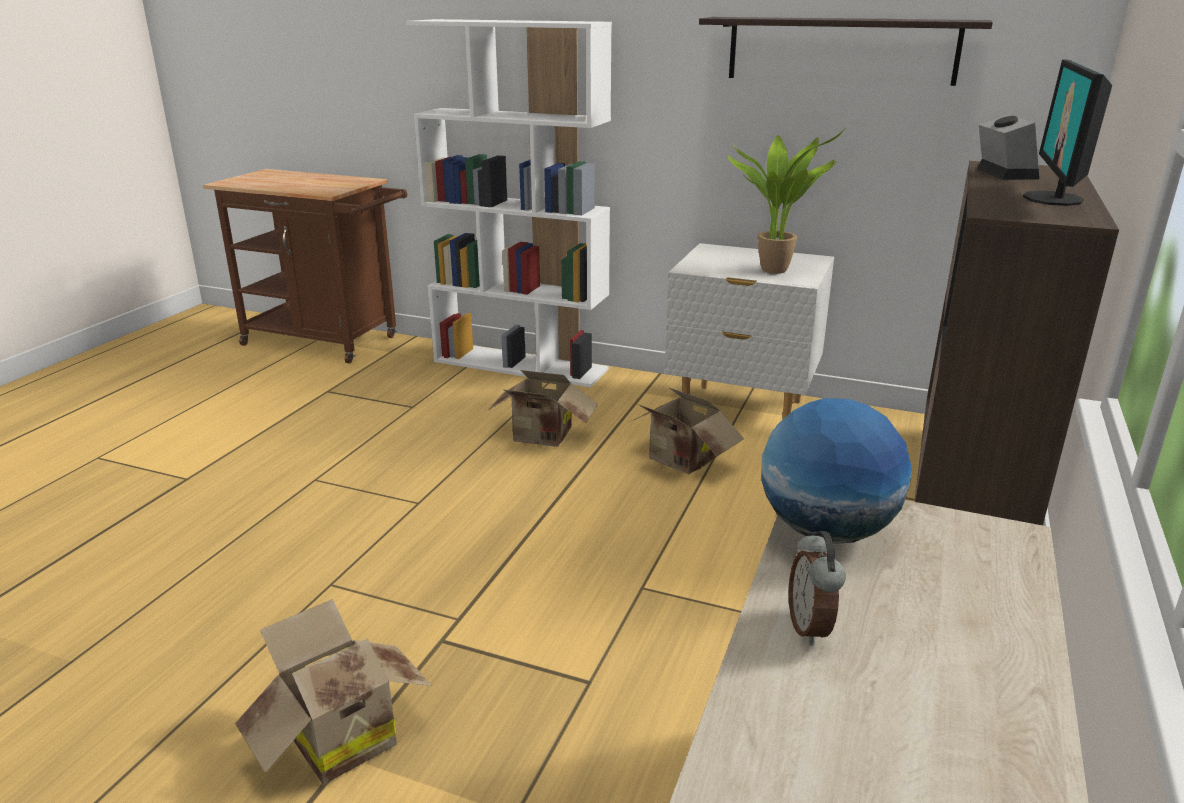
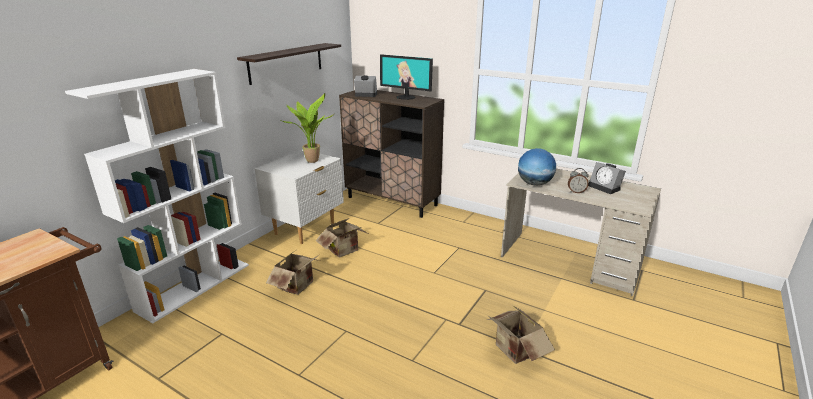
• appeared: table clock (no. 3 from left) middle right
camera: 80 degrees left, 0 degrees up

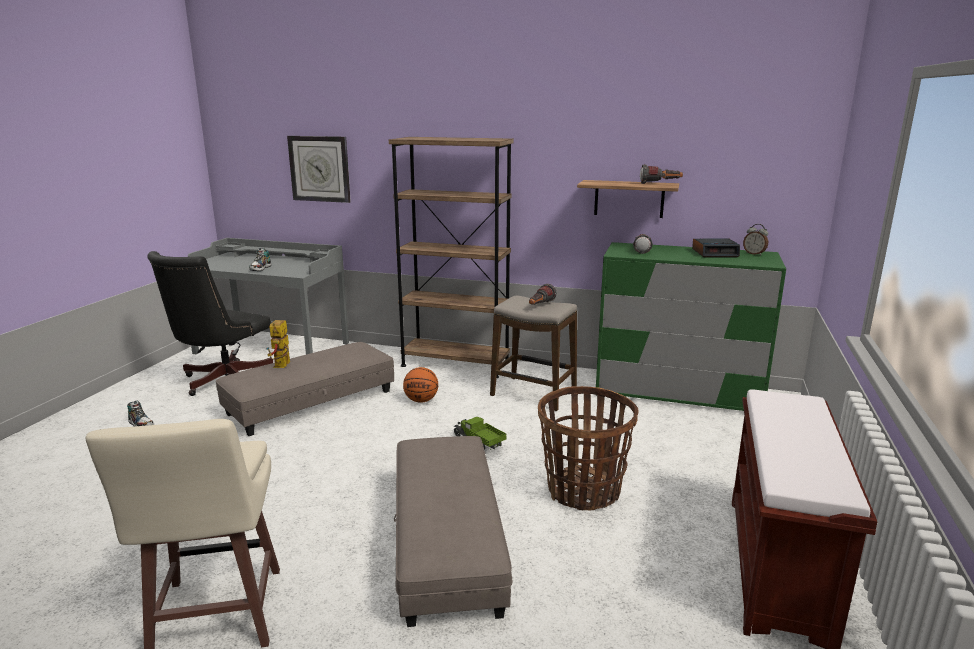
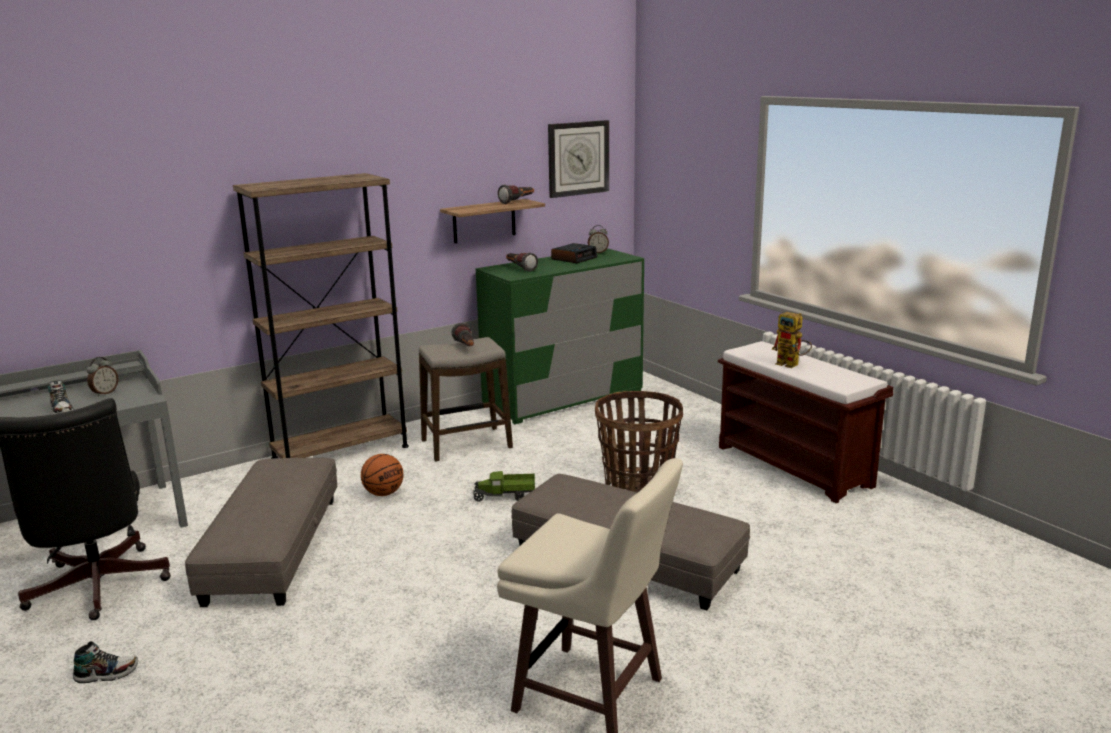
• relocated: clock on the wall top left to top centre
• relocated: model robot middle left to middle right
• appeared: table clock (no. 1 from left) middle left
camera: 50 degrees left, 0 degrees up

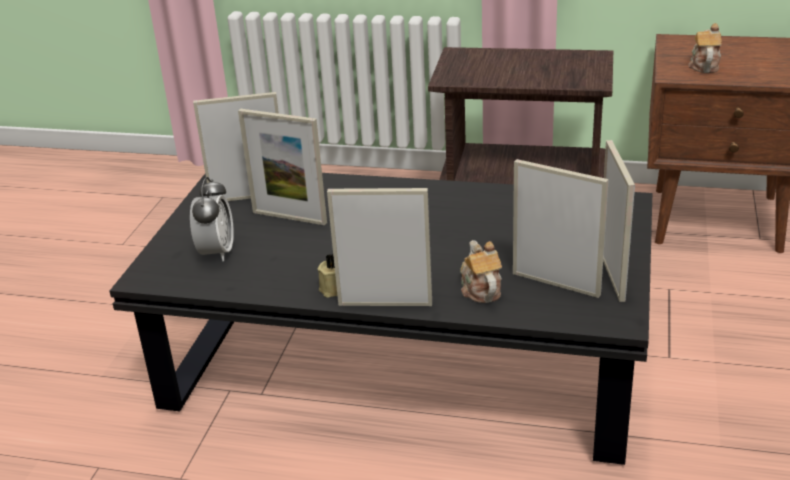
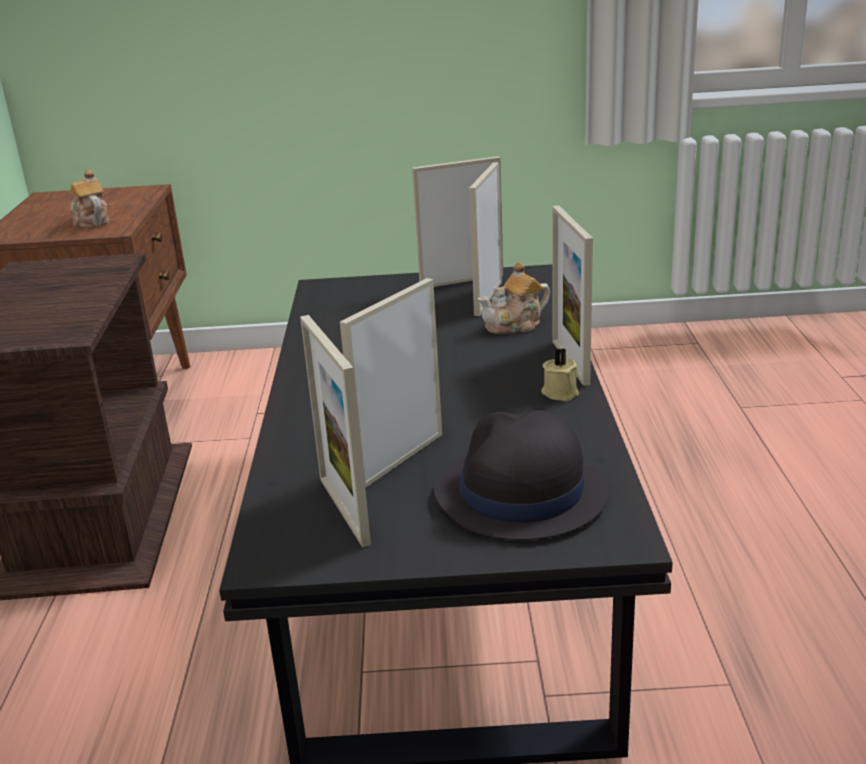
• spun: tea pot (no. 2 from left in the first image) top right = top left 60 degrees clockwise
• spun: standing frame (no. 2 from left) centre = centre 150 degrees counterclockwise
• exchanged: table clock middle left to black-coloured wearable hat centre
camera: 105 degrees left, 5 degrees down

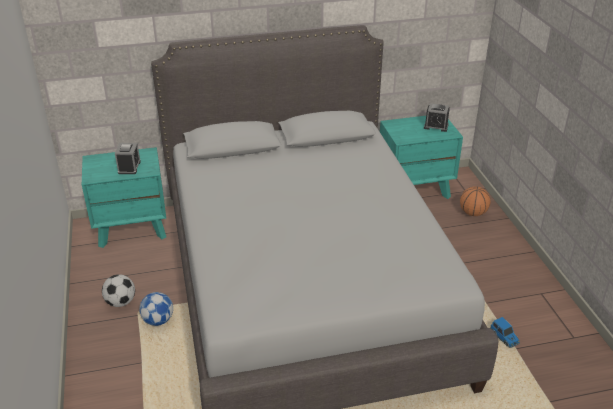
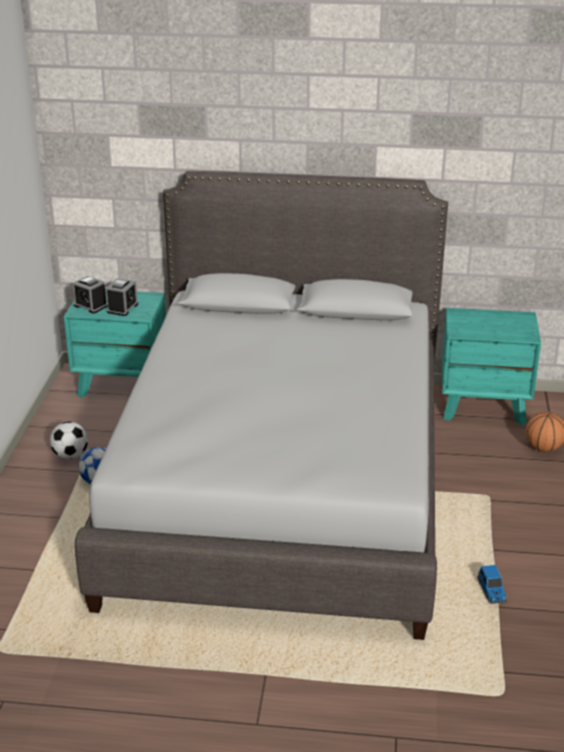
• relocated: table clock (no. 2 from left in the first image) top right to table clock (no. 1 from left) middle left
camera: 20 degrees right, 5 degrees down

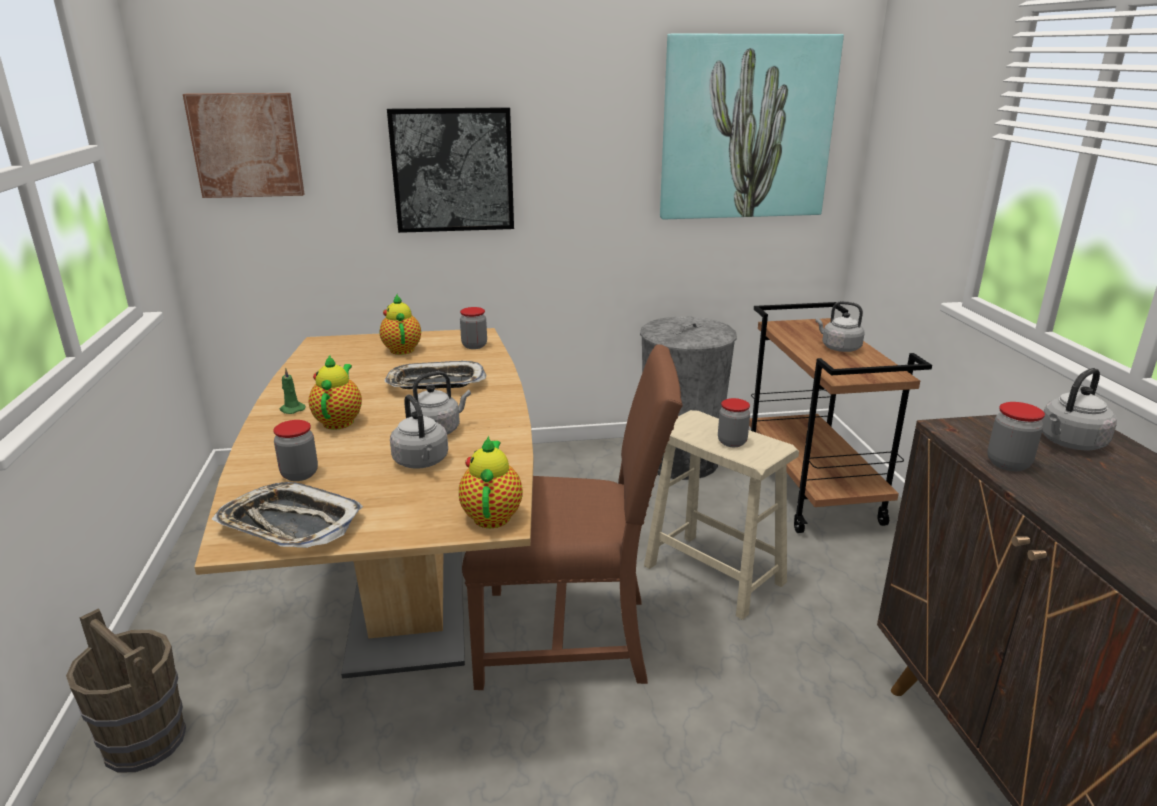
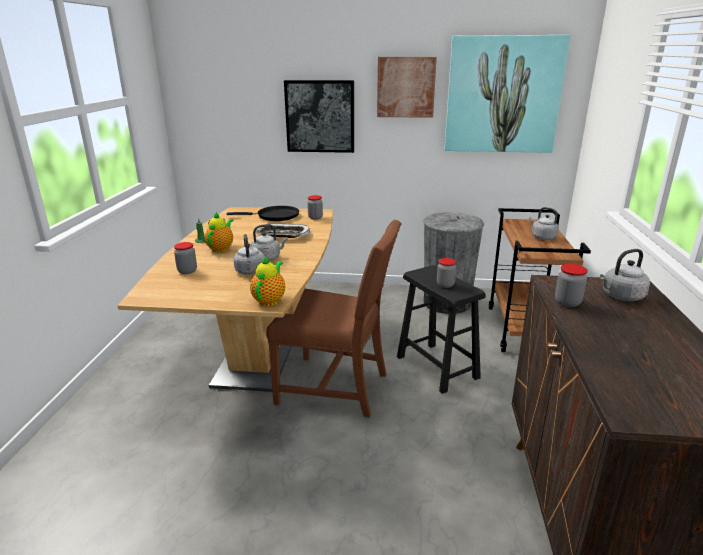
• relocated: wall picture (no. 1 from left in the first image) top left to wall picture (no. 2 from left) top centre
• exchanged: tea pot (no. 2 from left) centre to black-coloured pan centre
• colour: sand-coloured stool centre to black-coloured stool centre
• missing: tray (no. 1 from left) middle left
• missing: brown-coloured water bucket bottom left
camera: 15 degrees right, 0 degrees up

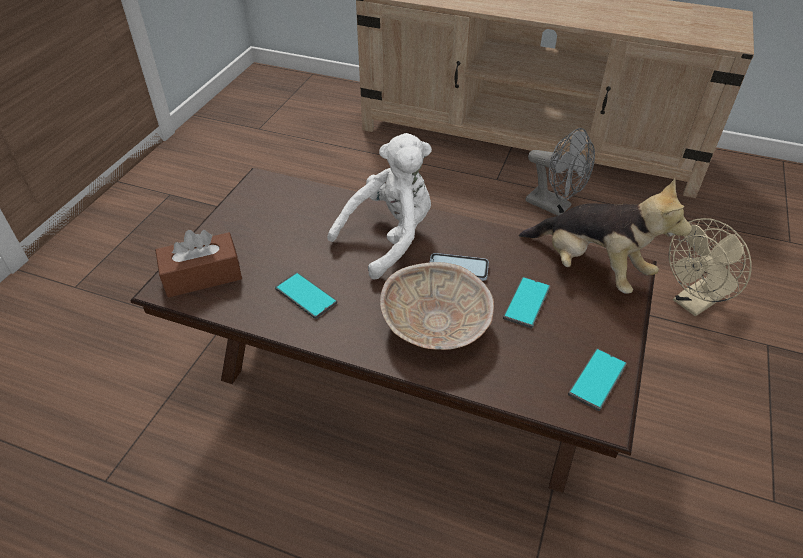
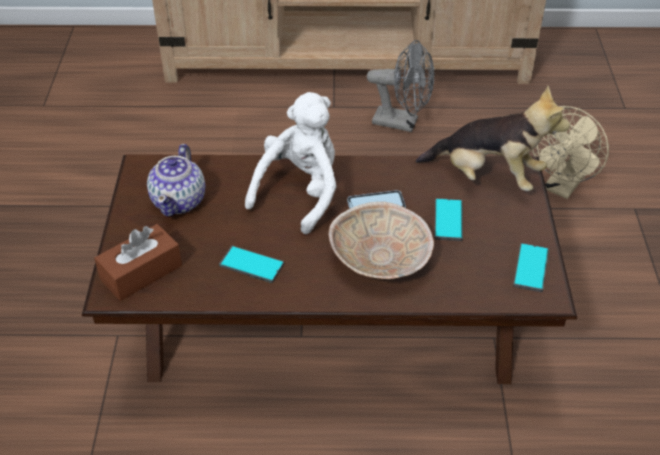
• appeared: tea pot middle left
camera: 20 degrees left, 0 degrees up

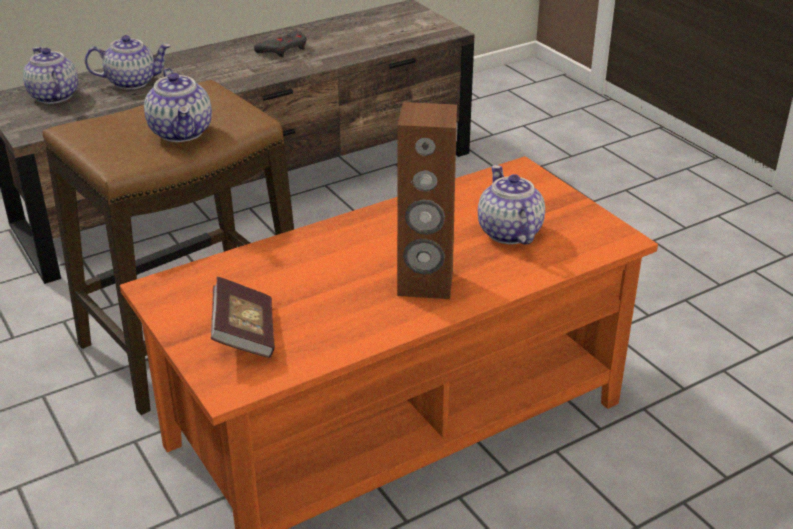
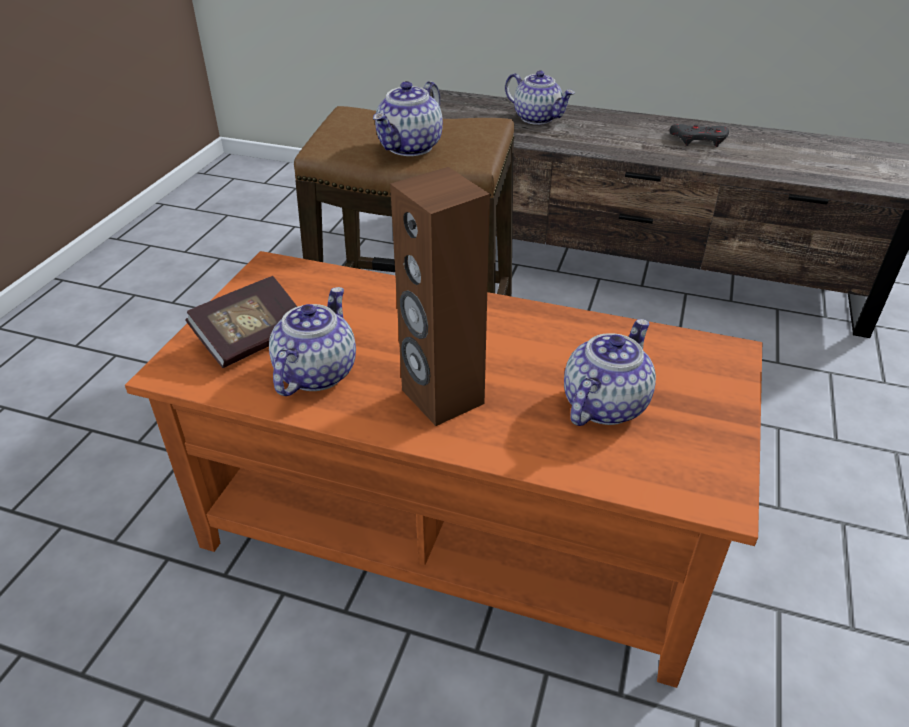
• relocated: tea pot (no. 1 from left) top left to centre
camera: 50 degrees right, 5 degrees up

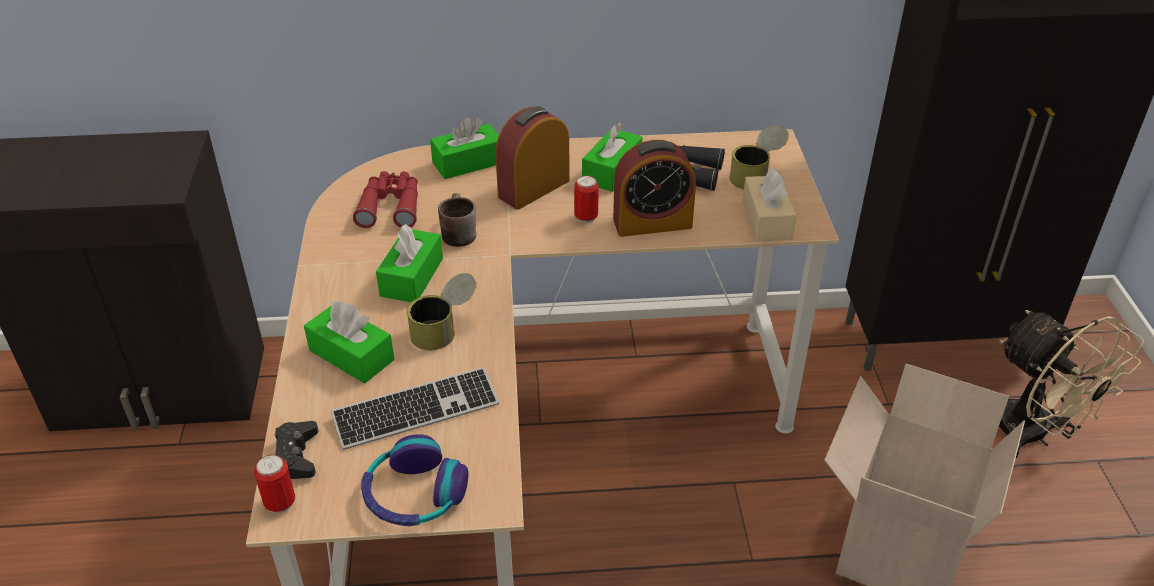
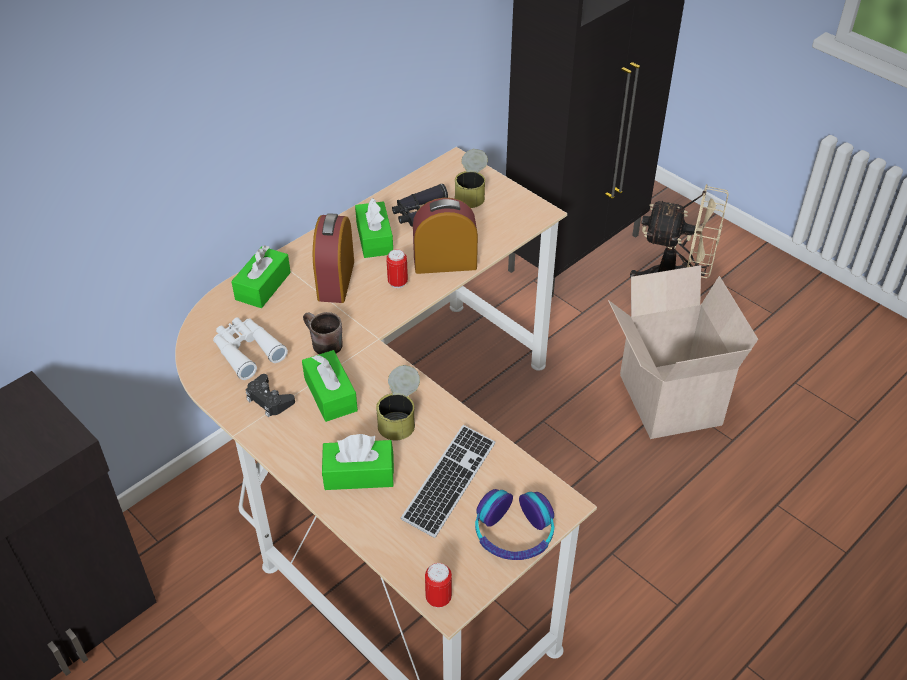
• spun: table clock (no. 2 from left) top centre = centre 135 degrees counterclockwise
• missing: sand-coloured box of tissues centre
• colour: reddish binoculars centre to white-coloured binoculars middle left
• relocated: black-coloured joypad bottom left to middle left
camera: 40 degrees left, 5 degrees up

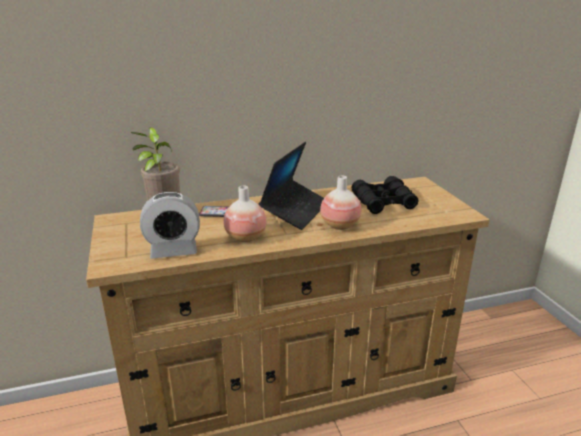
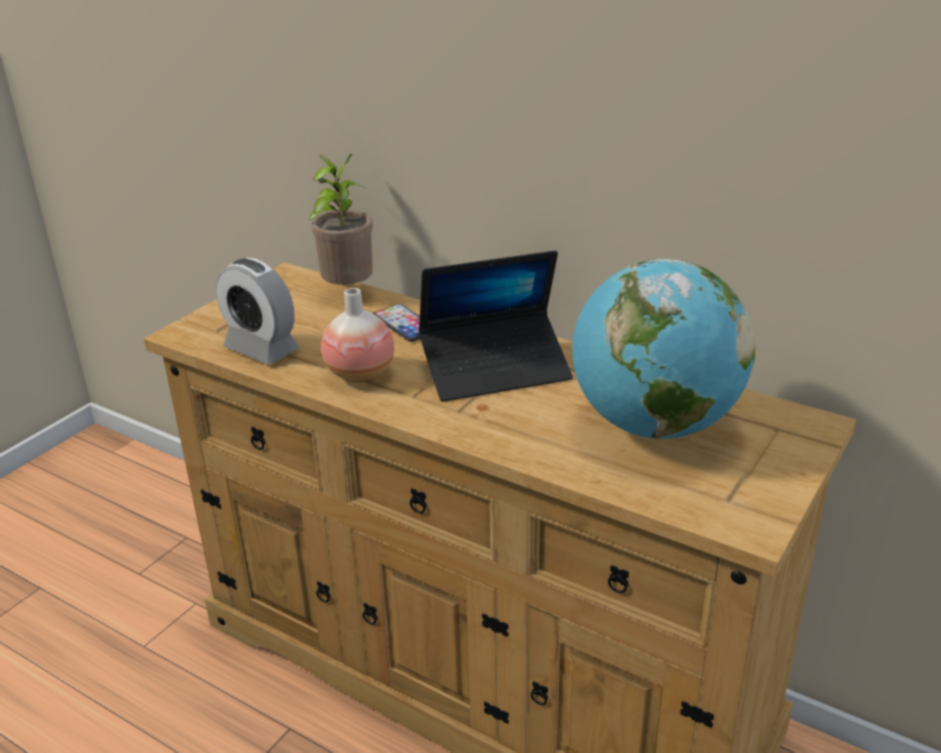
• missing: flower vase (no. 2 from left) centre
• exchanged: black-coloured binoculars centre to world globe middle right
camera: 50 degrees right, 5 degrees up

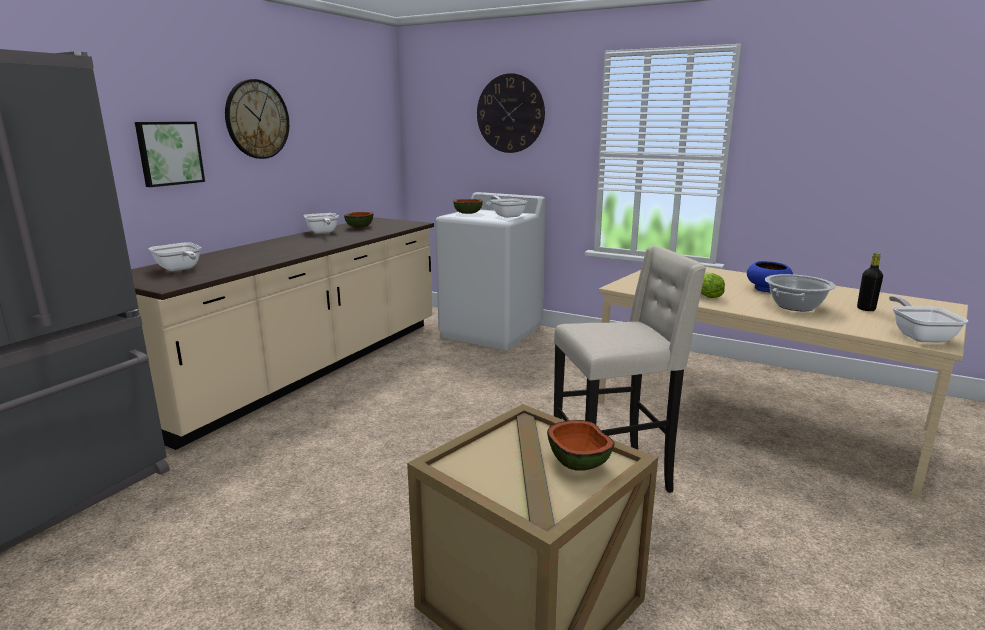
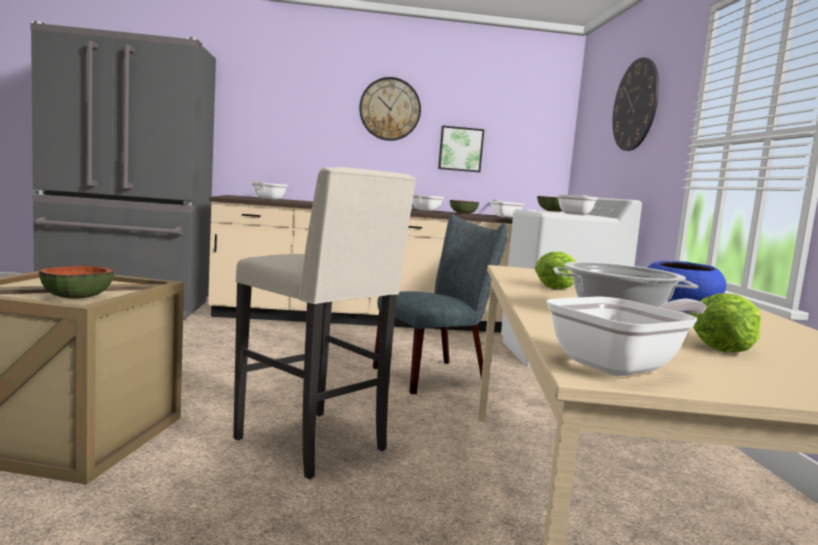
• relocated: wall picture top left to top centre
• exchanged: black-coloured beverage bottle middle right to head of lettuce (no. 2 from left) middle right
• appeared: pan (no. 3 from left) centre
• appeared: grey plain chair centre
camera: 55 degrees right, 10 degrees down

